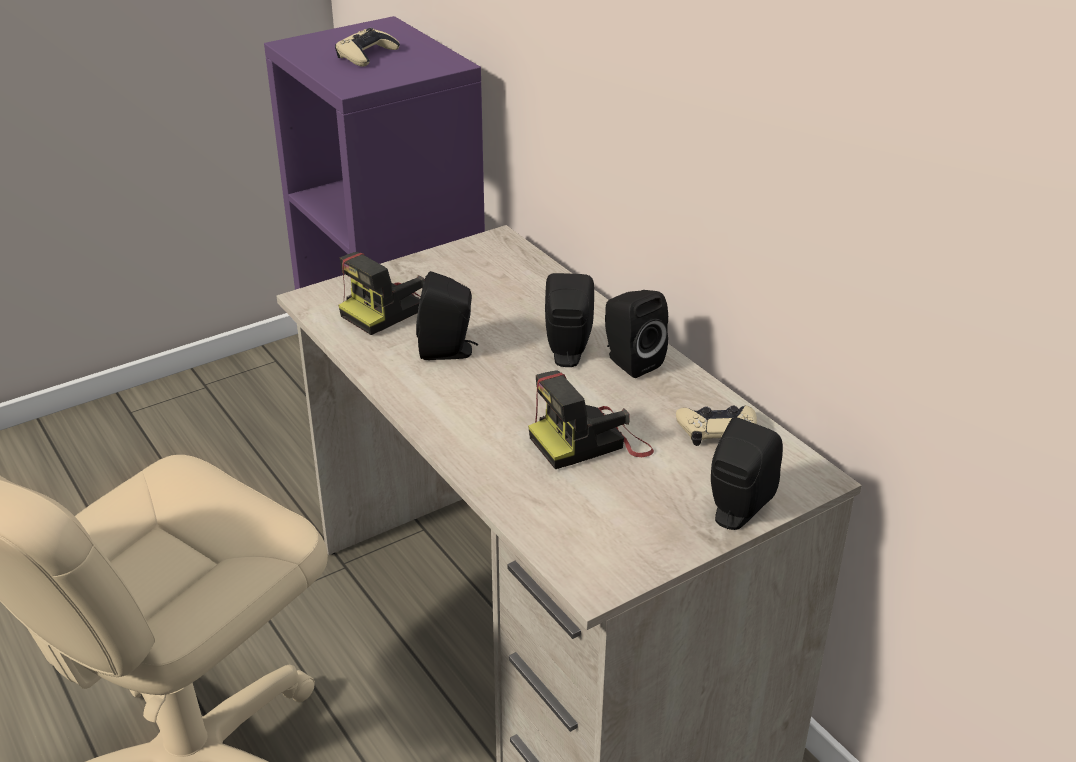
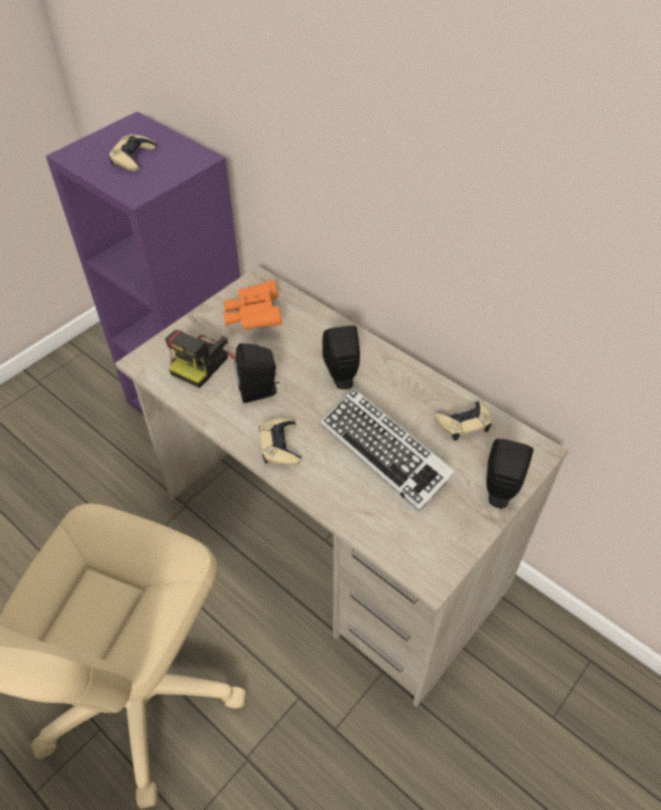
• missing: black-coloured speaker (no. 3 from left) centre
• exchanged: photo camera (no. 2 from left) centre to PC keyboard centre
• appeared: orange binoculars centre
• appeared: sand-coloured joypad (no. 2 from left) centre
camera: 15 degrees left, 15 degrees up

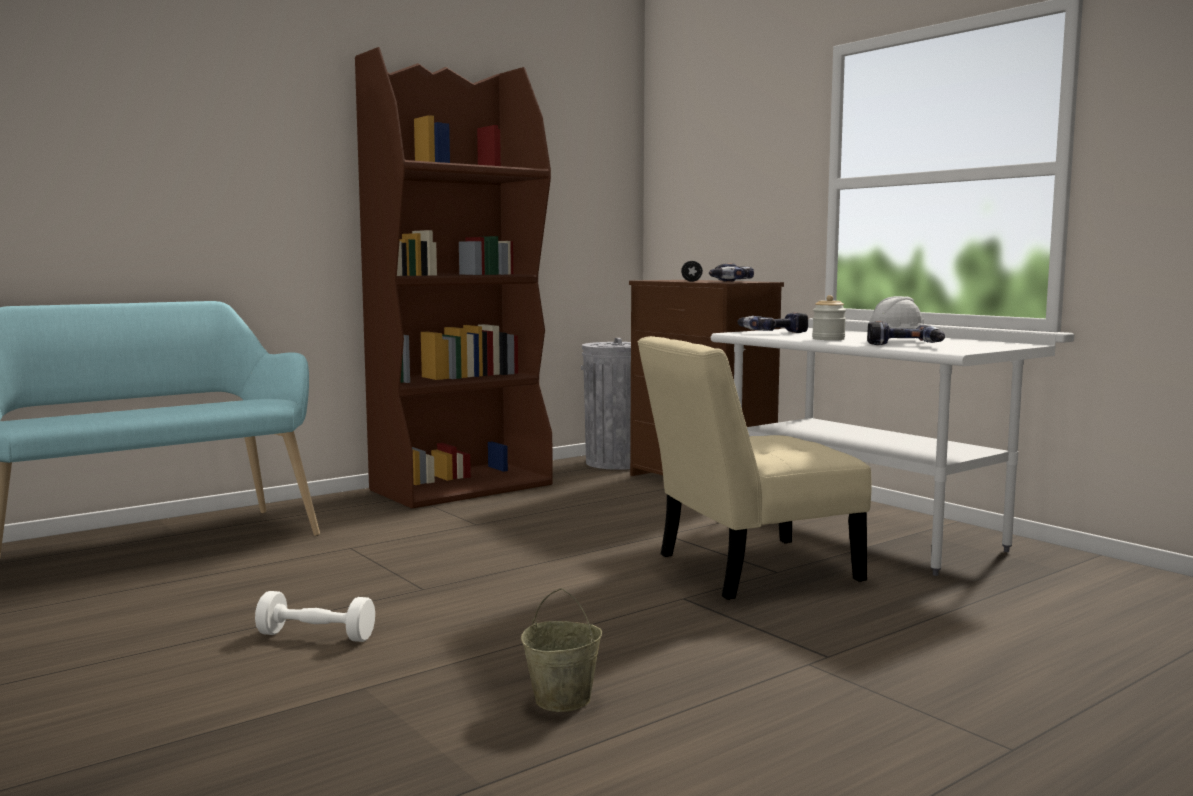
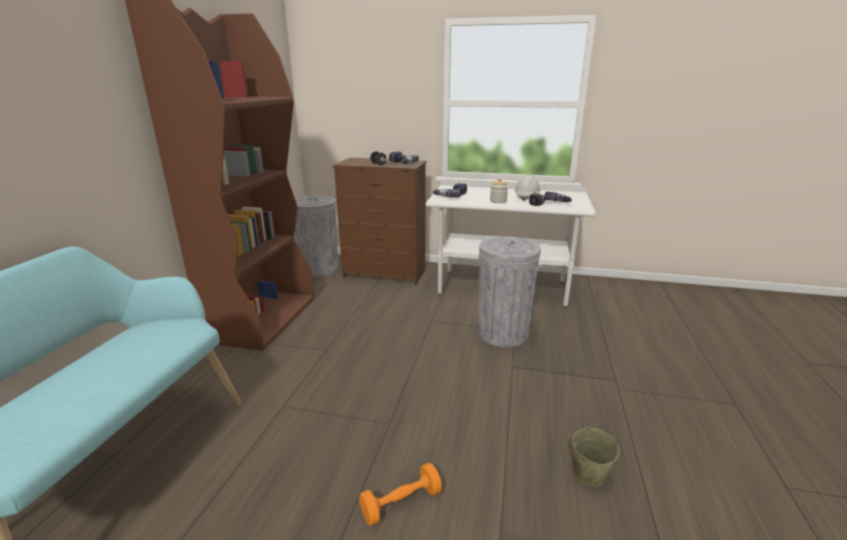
• exchanged: sand-coloured plain chair centre to grey trash can (no. 2 from left) centre
• colour: white-coloured dumbbell bottom left to orange dumbbell bottom centre
camera: 40 degrees left, 15 degrees up

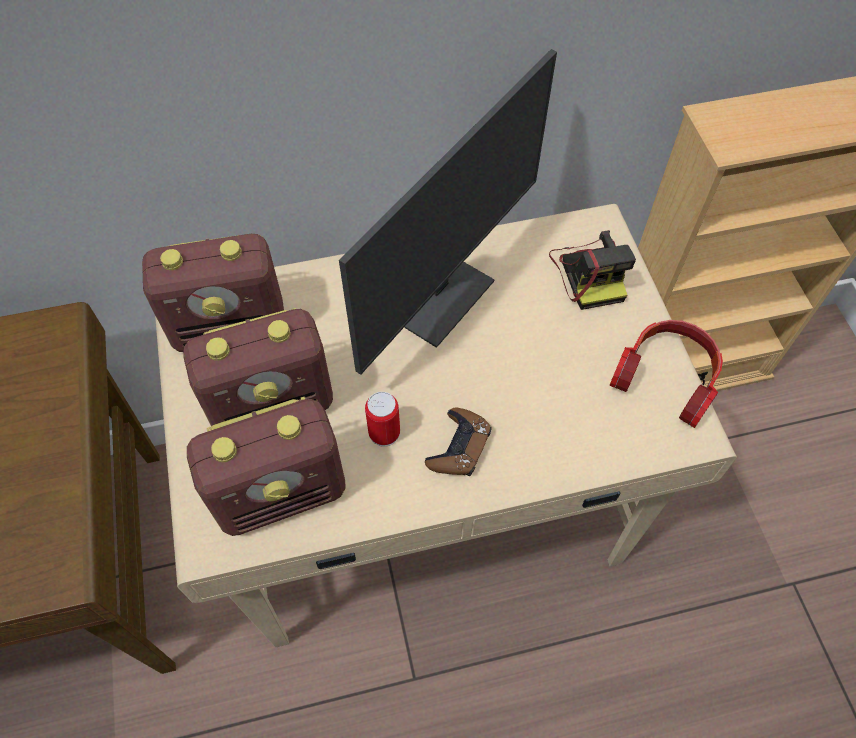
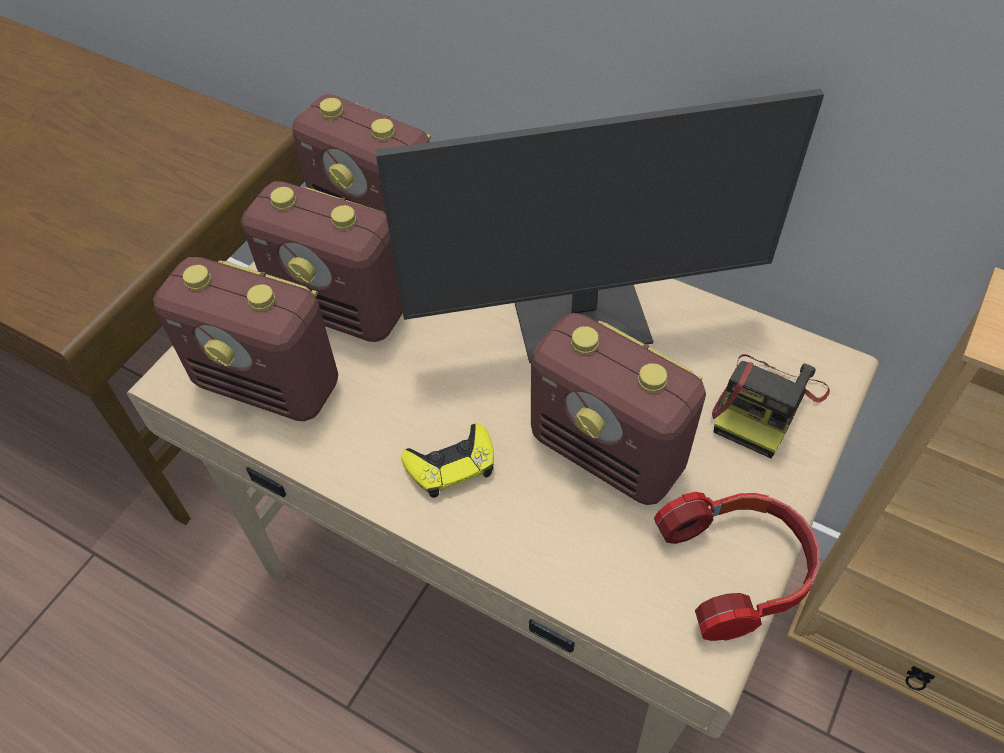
• missing: sealed can centre
• colour: brown-coloured joypad centre to yellow joypad centre
• appeared: radio receiver (no. 4 from left) centre
camera: 45 degrees right, 5 degrees down

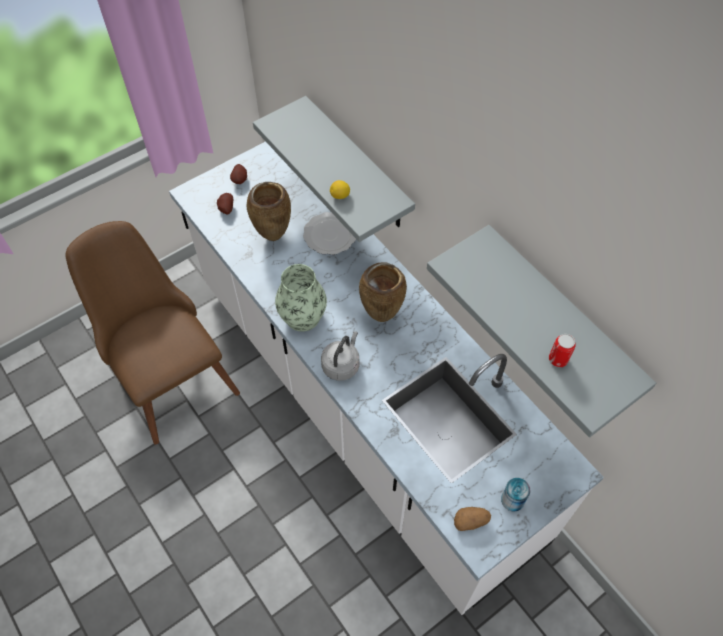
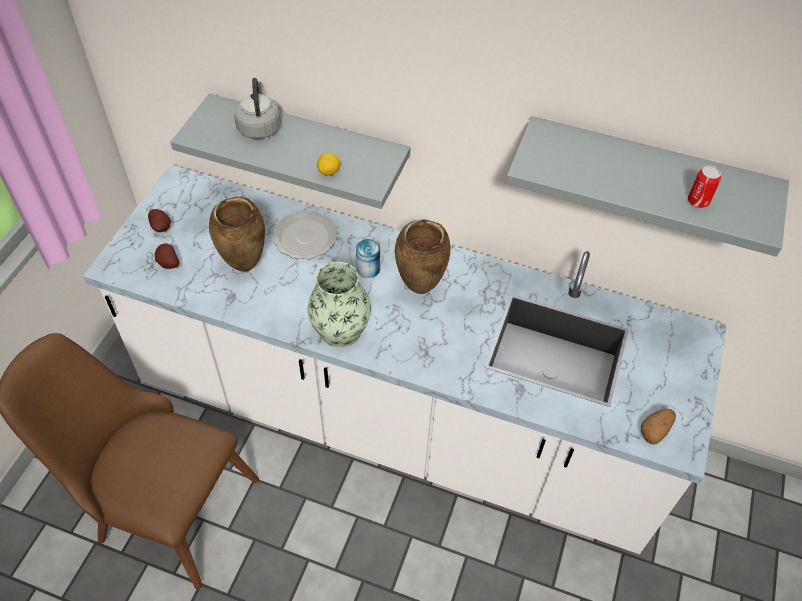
• relocated: grey tea kettle centre to top left
• relocated: sealed can (no. 1 from left) bottom right to centre
camera: 35 degrees left, 5 degrees down

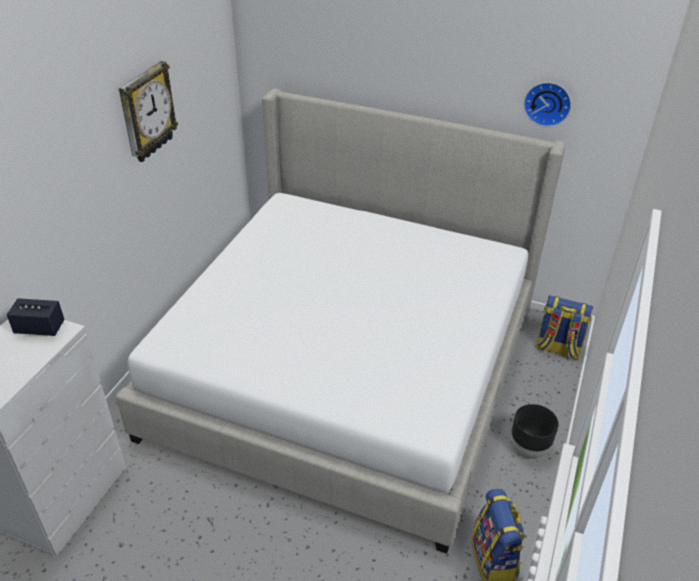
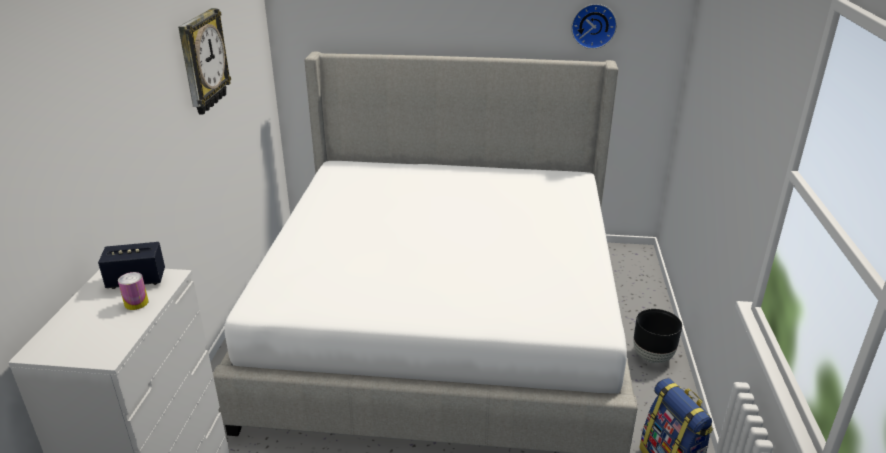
• missing: knapsack (no. 2 from left) middle right
• appeared: sealed can middle left
camera: 15 degrees left, 10 degrees down

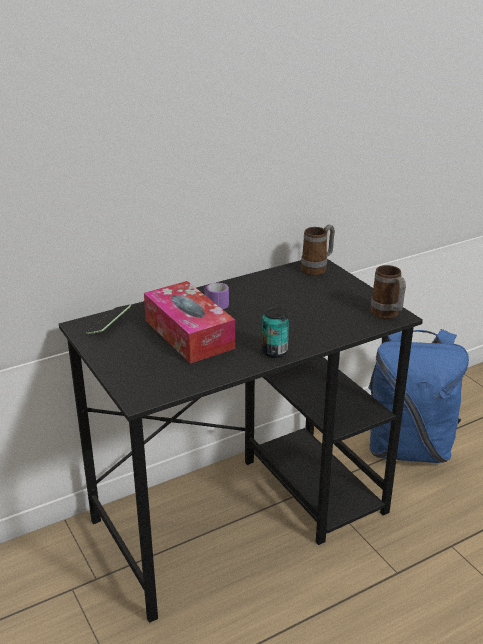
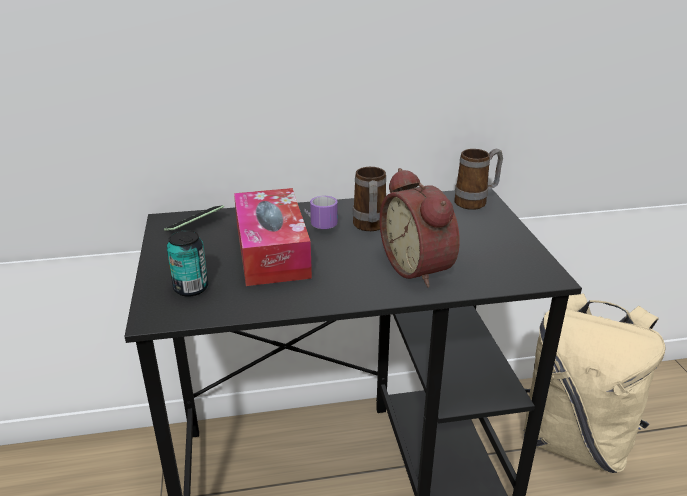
• relocated: coffee mug (no. 3 from left in the first image) middle right to coffee mug (no. 2 from left) centre
• relocated: sealed can centre to middle left
• colour: blue-coloured knapsack middle right to sand-coloured knapsack bottom right
• appeared: table clock centre
camera: 20 degrees right, 0 degrees up

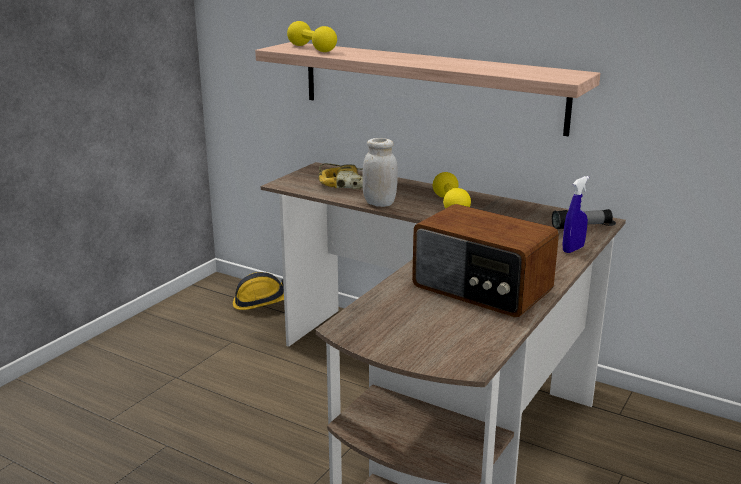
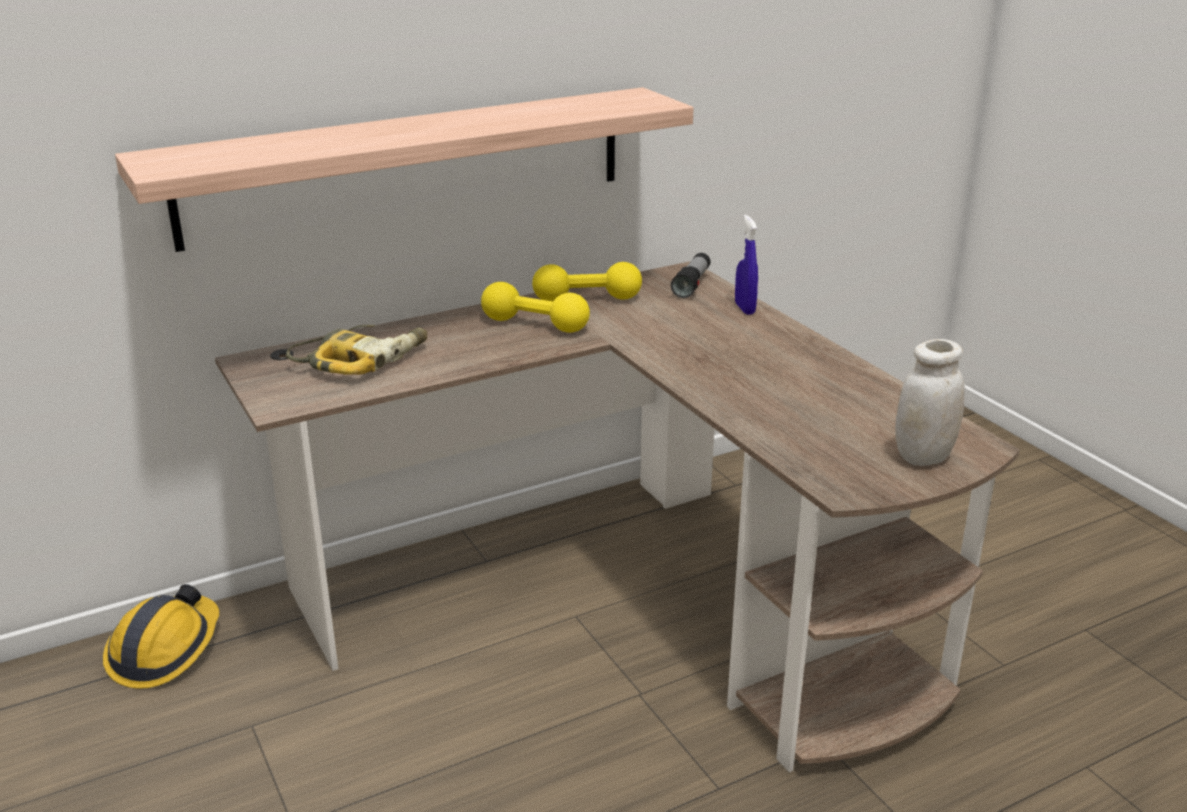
• relocated: yellow dumbbell (no. 1 from left in the first image) top centre to yellow dumbbell (no. 2 from left) centre
• relocated: white-coloured preserve jar centre to middle right
• missing: radio receiver centre
camera: 60 degrees left, 5 degrees up

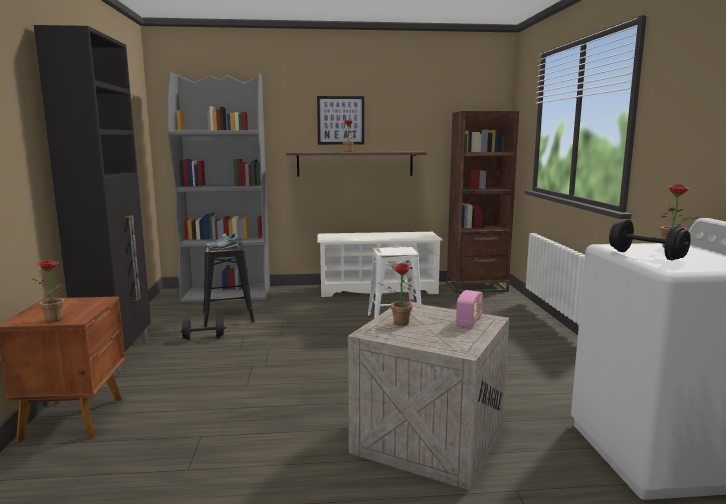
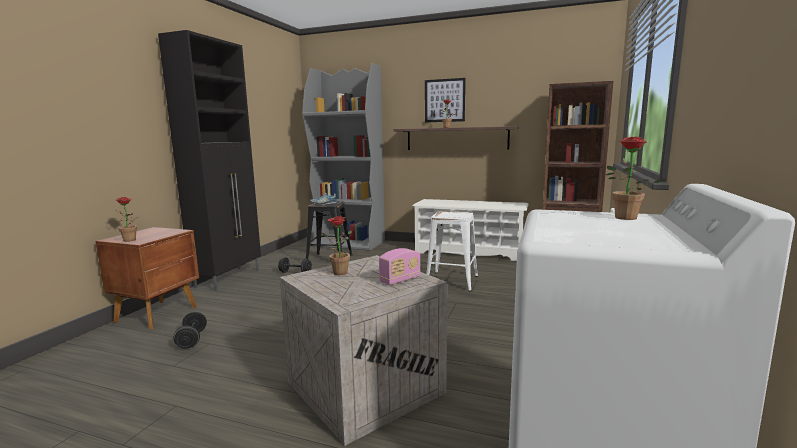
• relocated: black-coloured dumbbell (no. 2 from left in the first image) middle right to black-coloured dumbbell (no. 1 from left) bottom left
camera: 25 degrees right, 0 degrees up

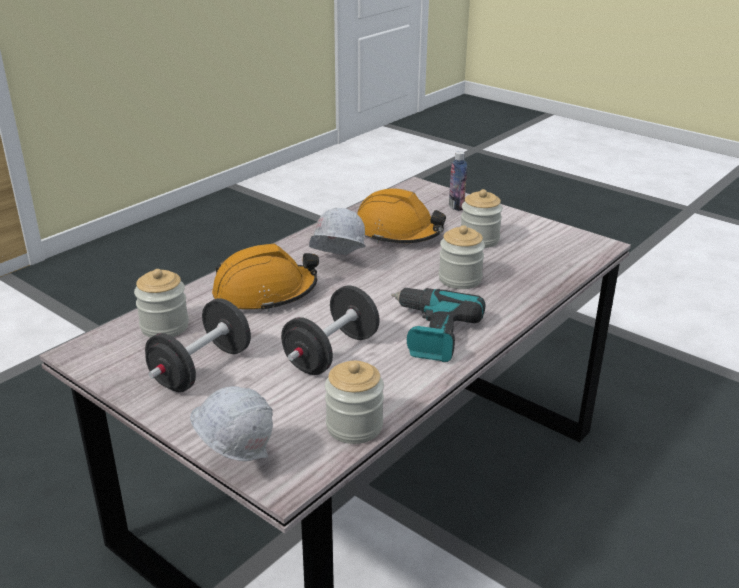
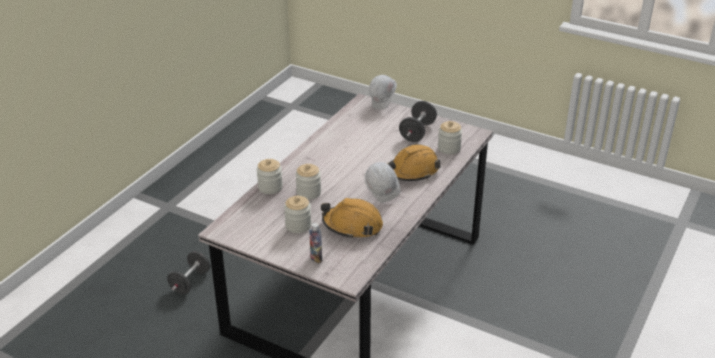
• relocated: black-coloured dumbbell (no. 2 from left in the first image) centre to black-coloured dumbbell (no. 1 from left) bottom left
• missing: power drill centre
• relocated: preserve jar (no. 2 from left in the first image) bottom centre to preserve jar (no. 1 from left) centre
camera: 170 degrees right, 5 degrees up

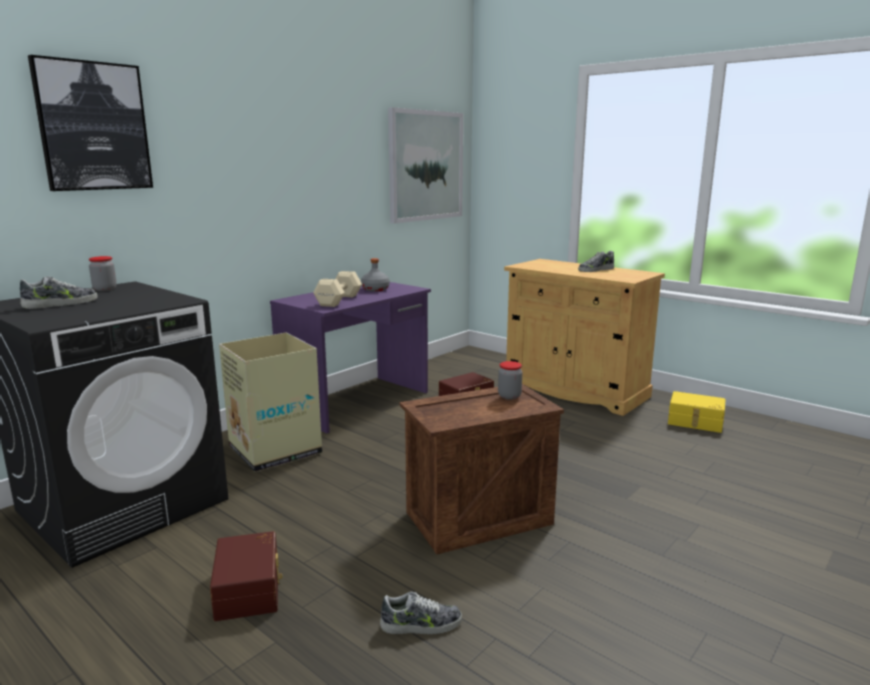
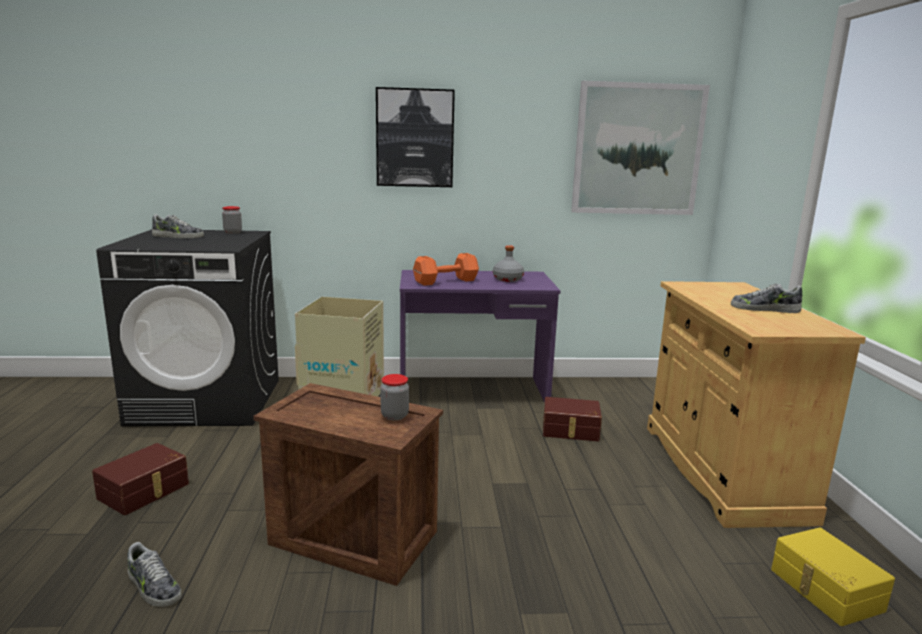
• relocated: wall picture (no. 1 from left) top left to top centre
• colour: sand-coloured dumbbell centre to orange dumbbell centre
camera: 45 degrees right, 0 degrees up

